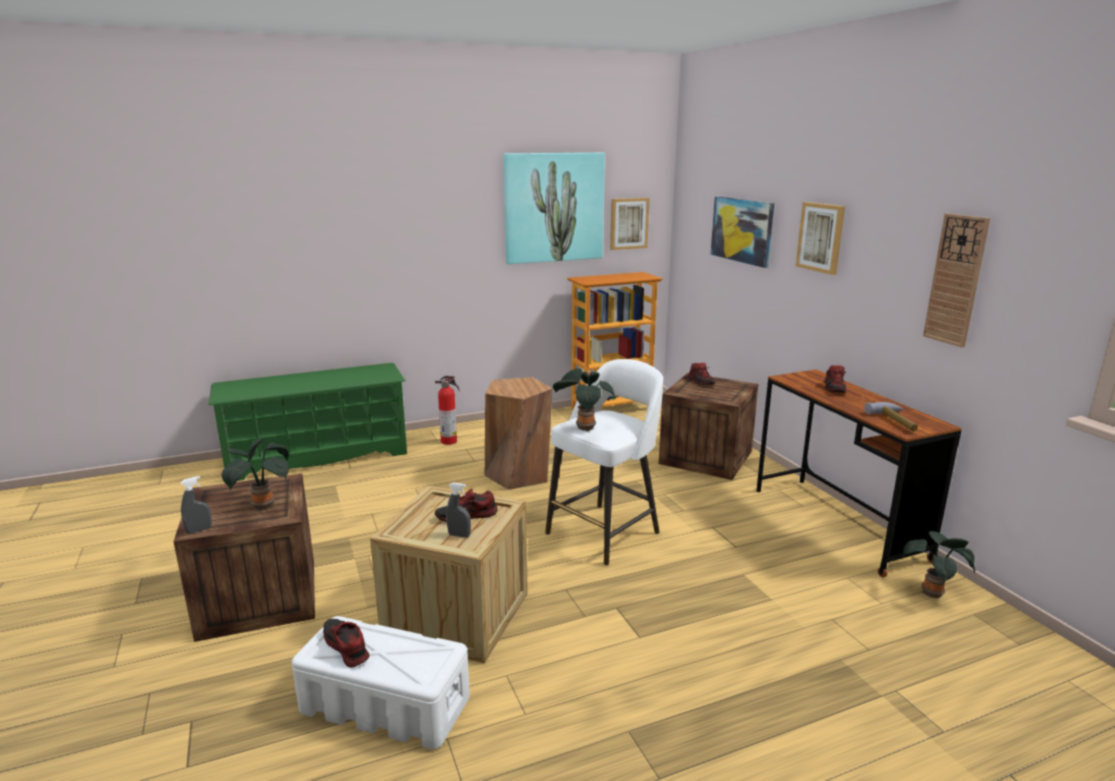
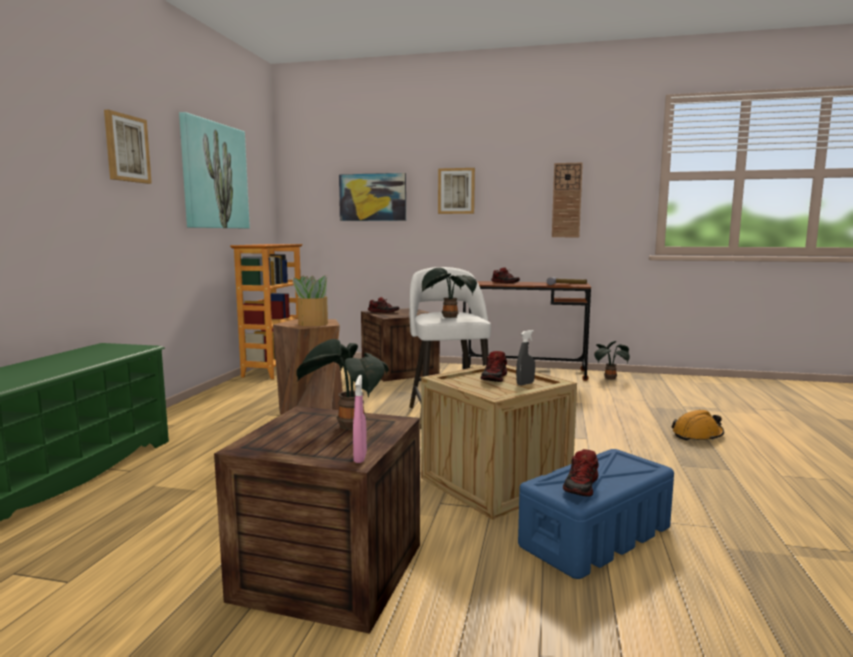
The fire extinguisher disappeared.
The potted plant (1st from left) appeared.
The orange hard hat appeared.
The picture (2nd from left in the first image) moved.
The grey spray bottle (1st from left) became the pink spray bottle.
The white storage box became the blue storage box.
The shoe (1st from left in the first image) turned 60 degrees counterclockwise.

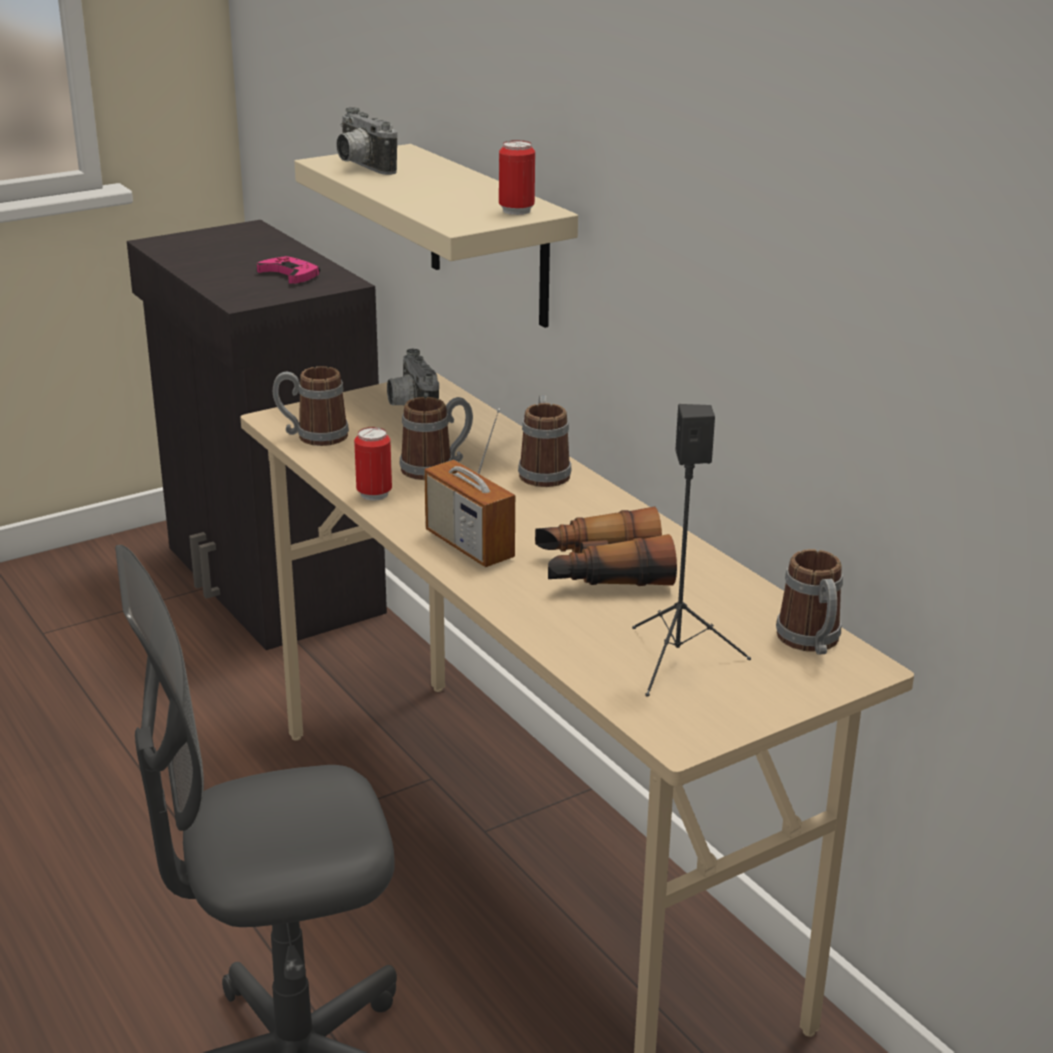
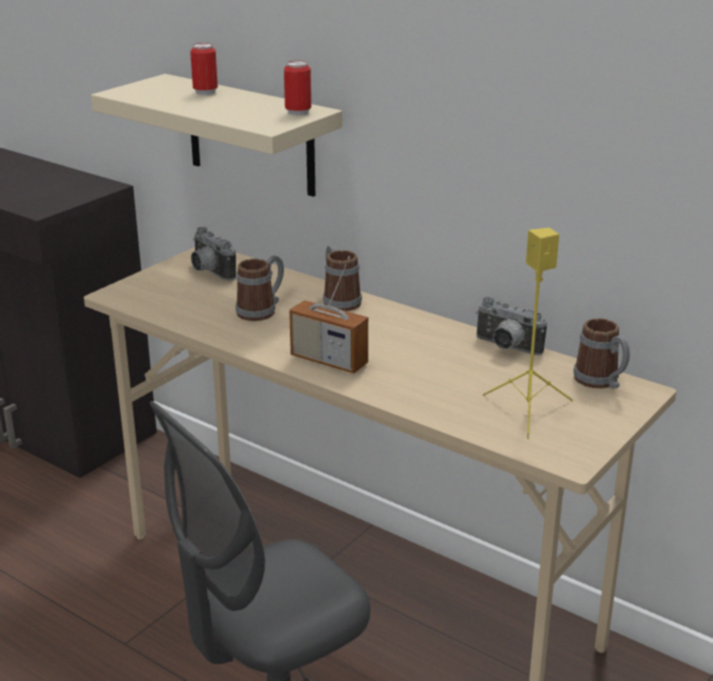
The pink game controller disappeared.
The mug (1st from left) disappeared.
The binoculars disappeared.
The photo camera (1st from left in the first image) moved.
The can (1st from left) moved.
The black speaker became the yellow speaker.

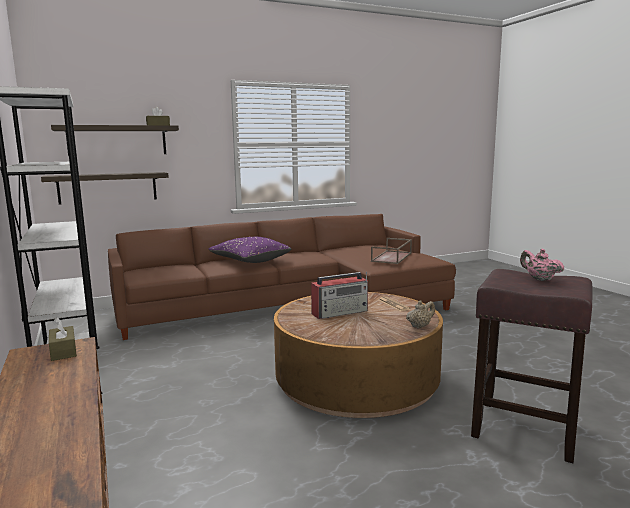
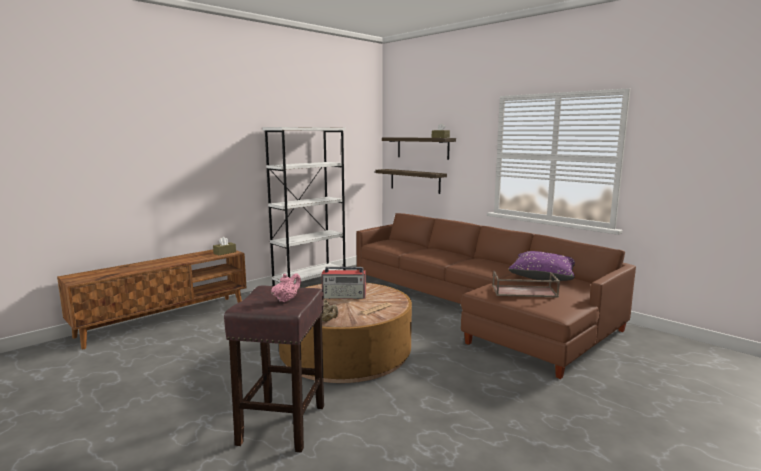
The purple pillow moved.
The radio turned 45 degrees counterclockwise.

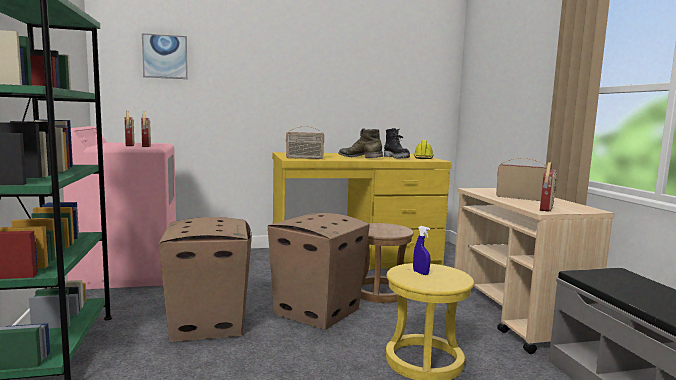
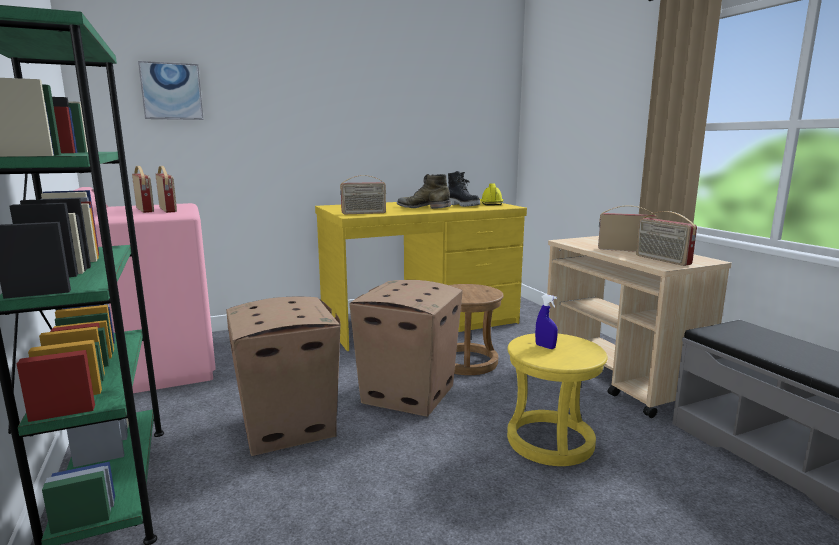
The radio (5th from left) turned 135 degrees clockwise.

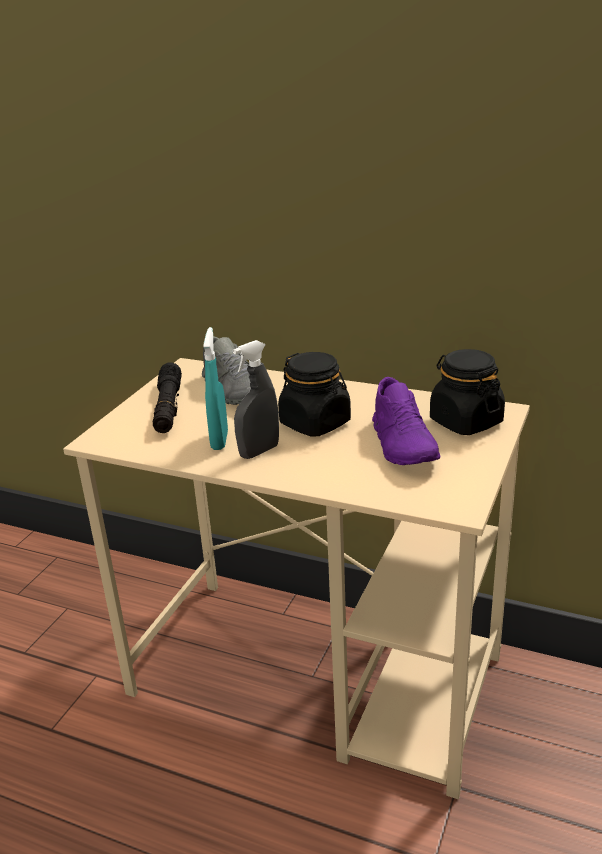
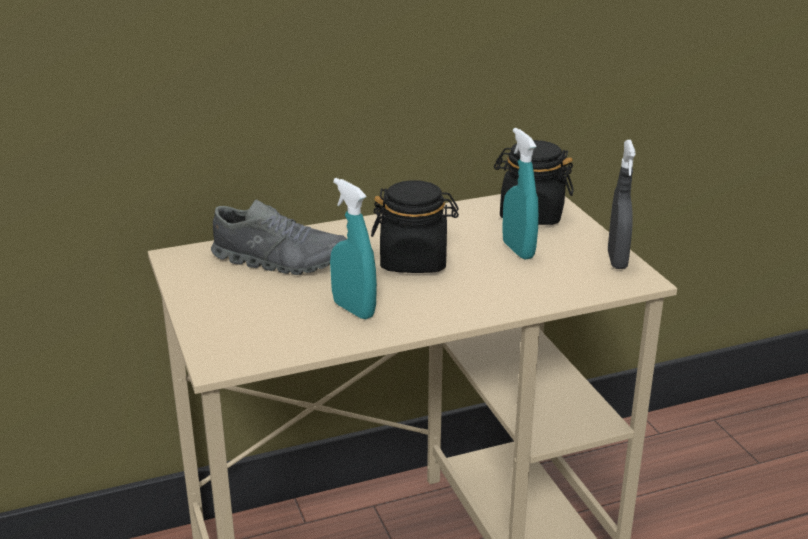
The black flashlight disappeared.
The grey spray bottle moved.
The purple shoe was replaced by the turquoise spray bottle (2nd from left).

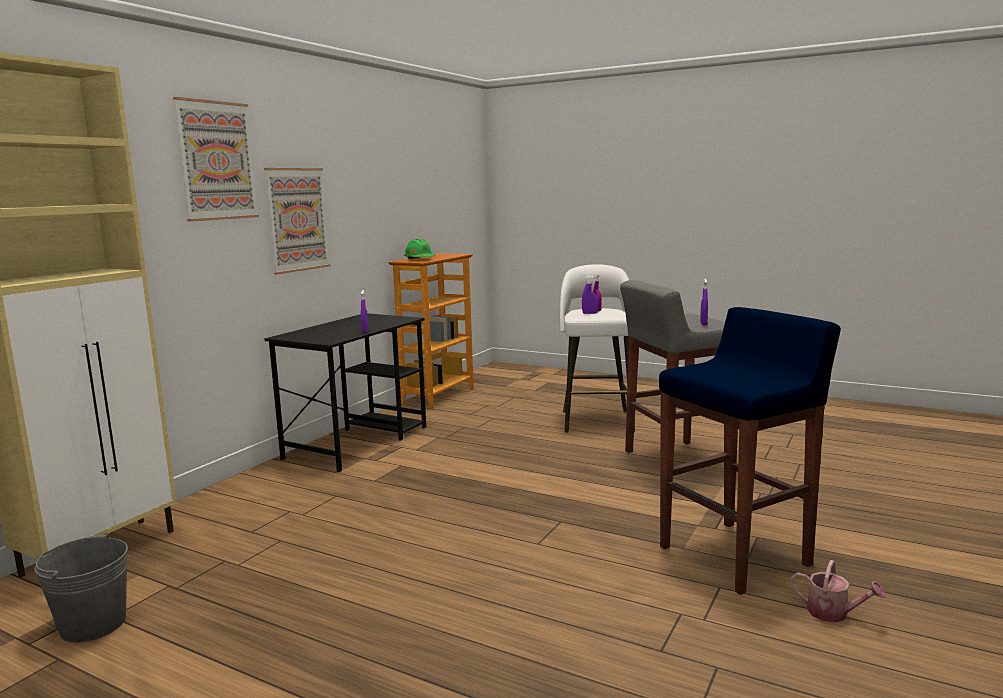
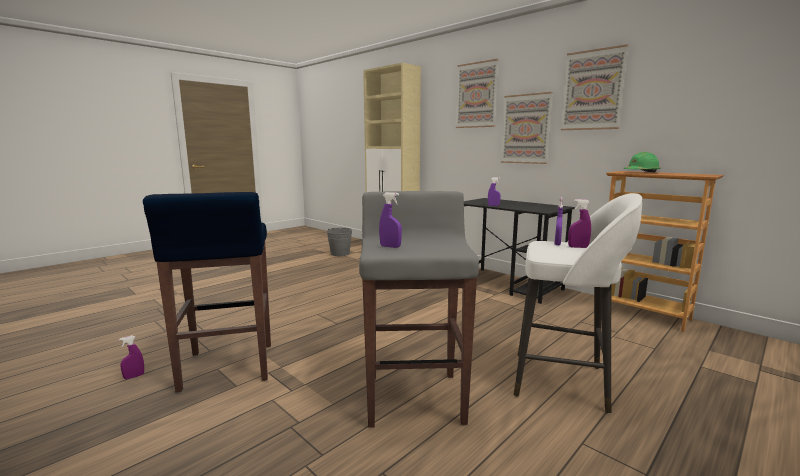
The picture (3rd from left) appeared.
The watering can was replaced by the purple spray bottle (1st from left).

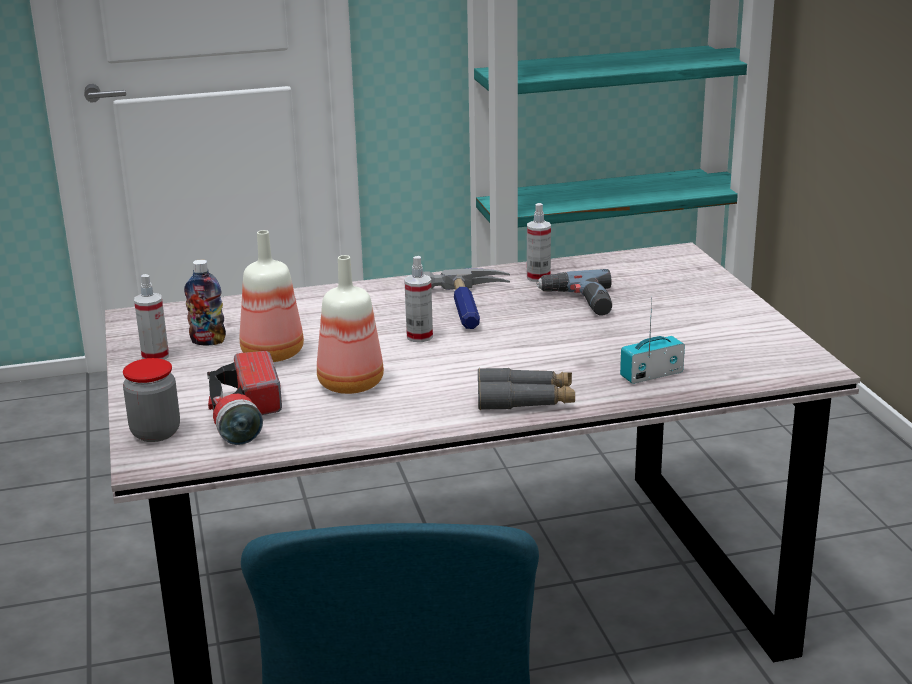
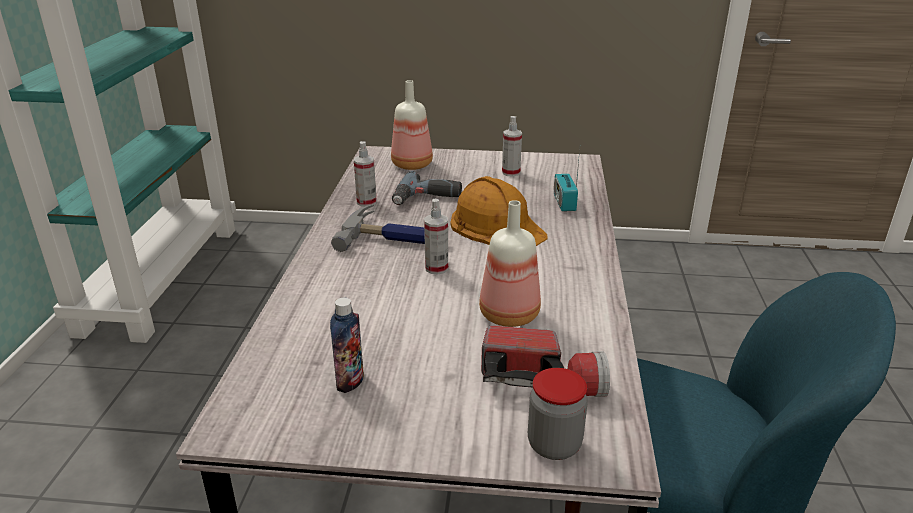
The grey binoculars disappeared.
The orange hard hat appeared.
The spray bottle (1st from left in the first image) moved.
The bottle (2nd from left) moved.

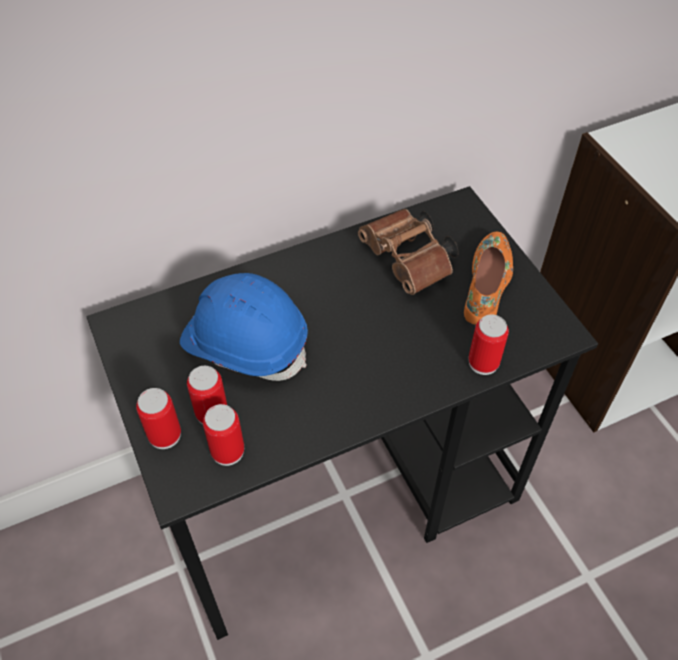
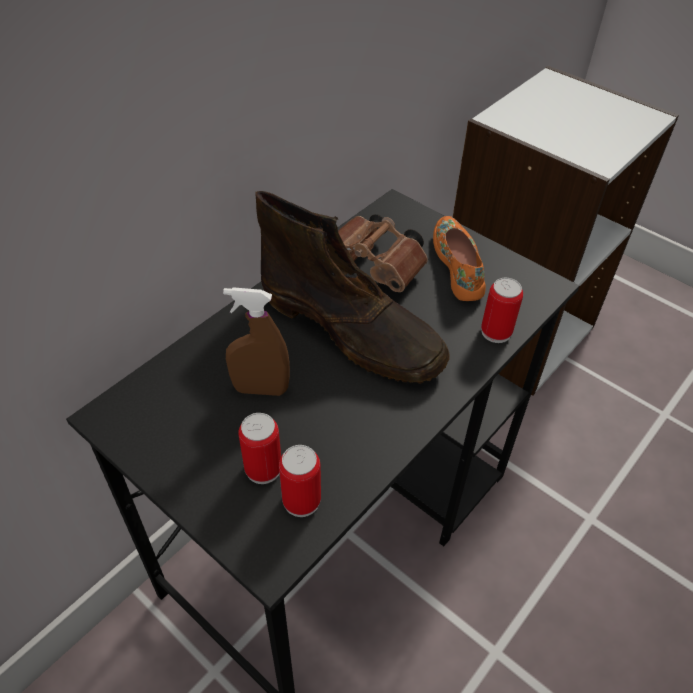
The can (1st from left) disappeared.
The brown boot appeared.
The blue hard hat was replaced by the brown spray bottle.

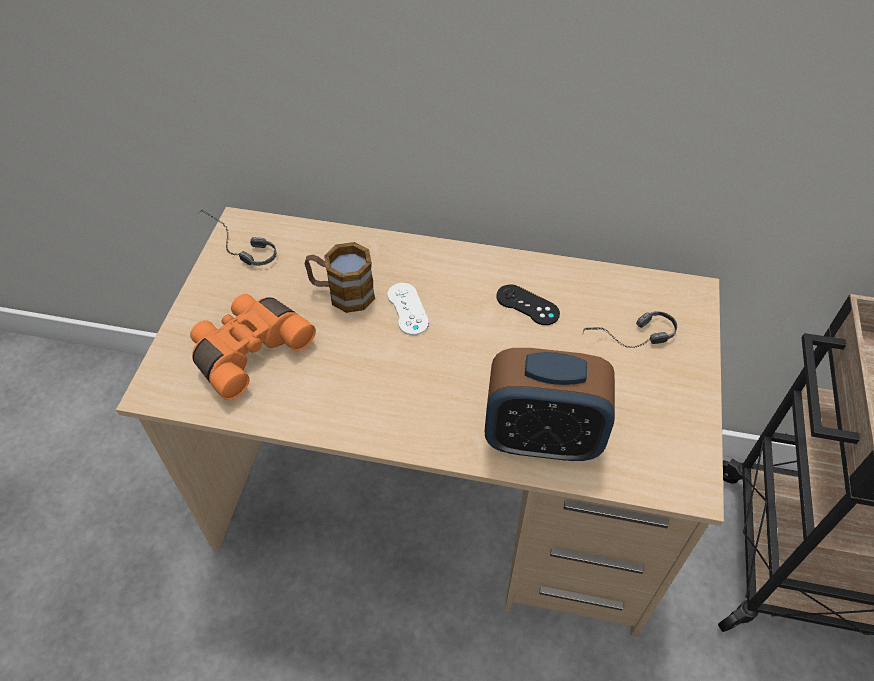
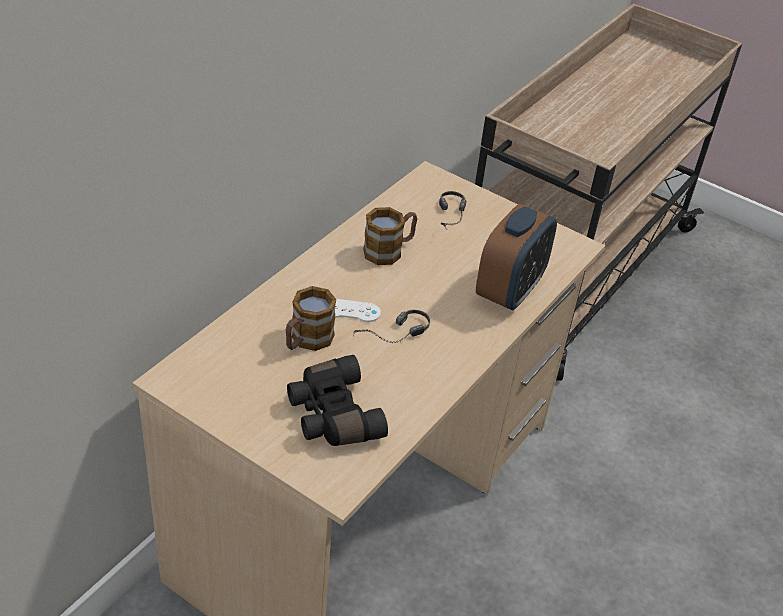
The headphones (1st from left) moved.
The black game controller was replaced by the mug (2nd from left).
The orange binoculars became the black binoculars.

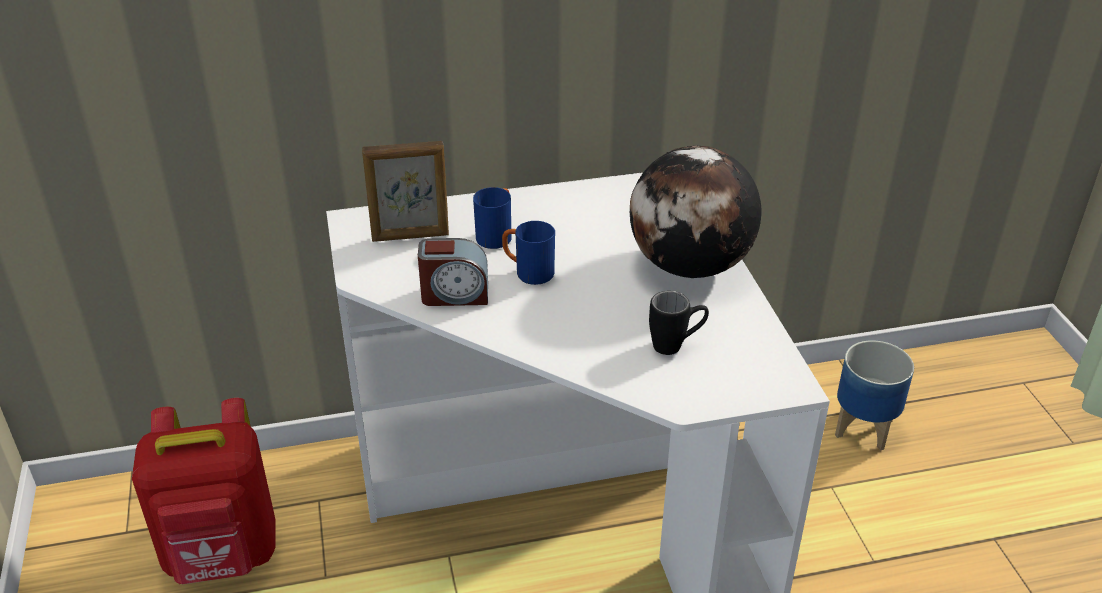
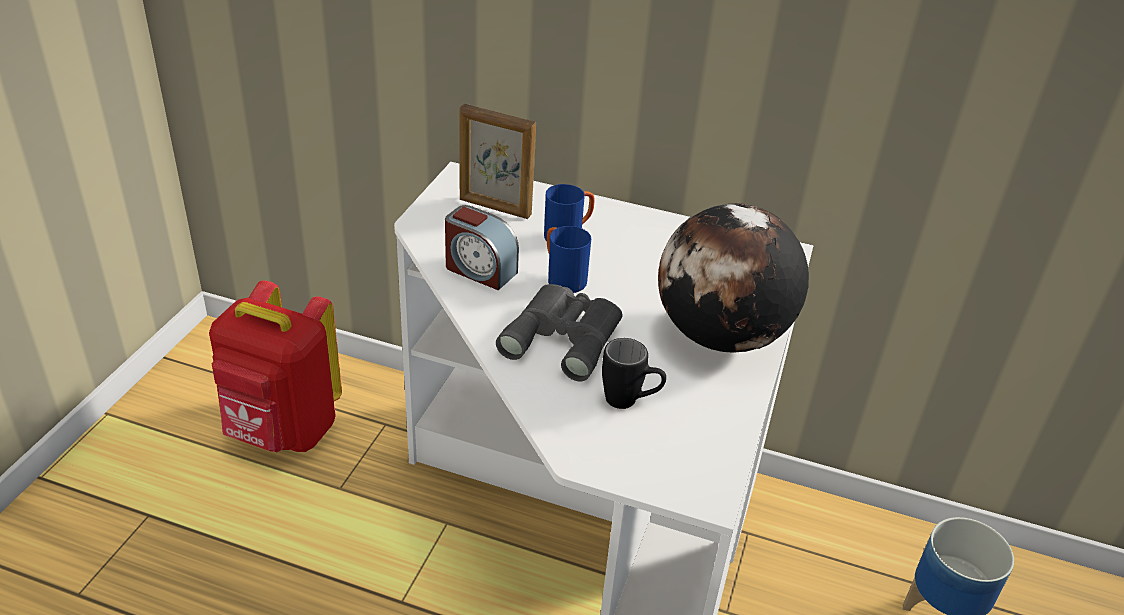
The grey binoculars appeared.

